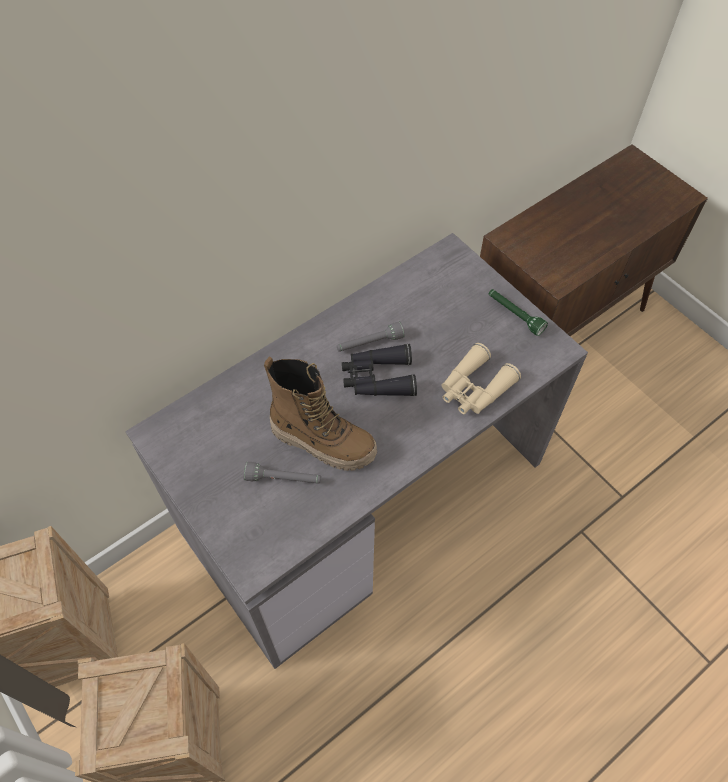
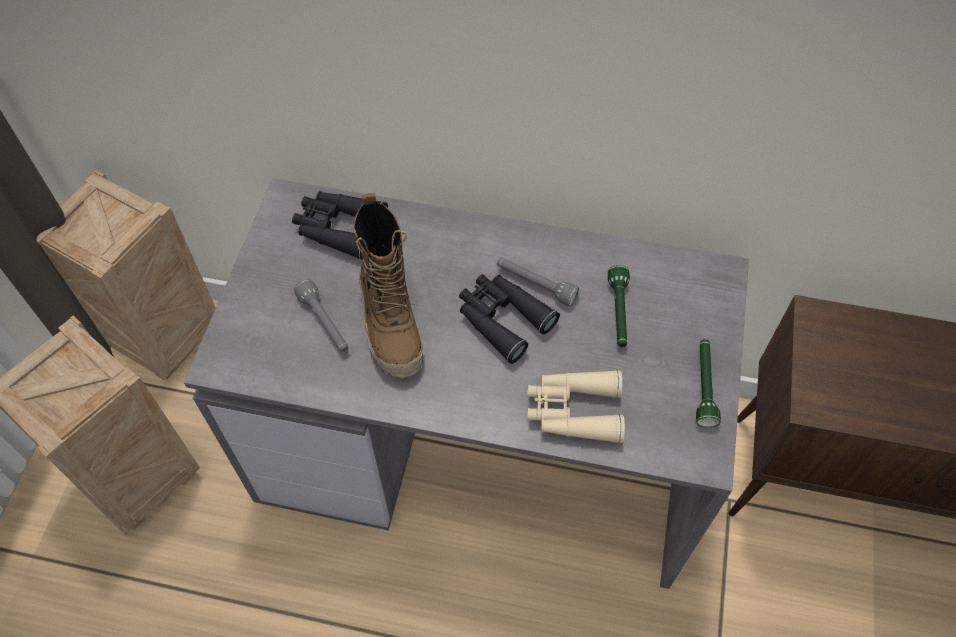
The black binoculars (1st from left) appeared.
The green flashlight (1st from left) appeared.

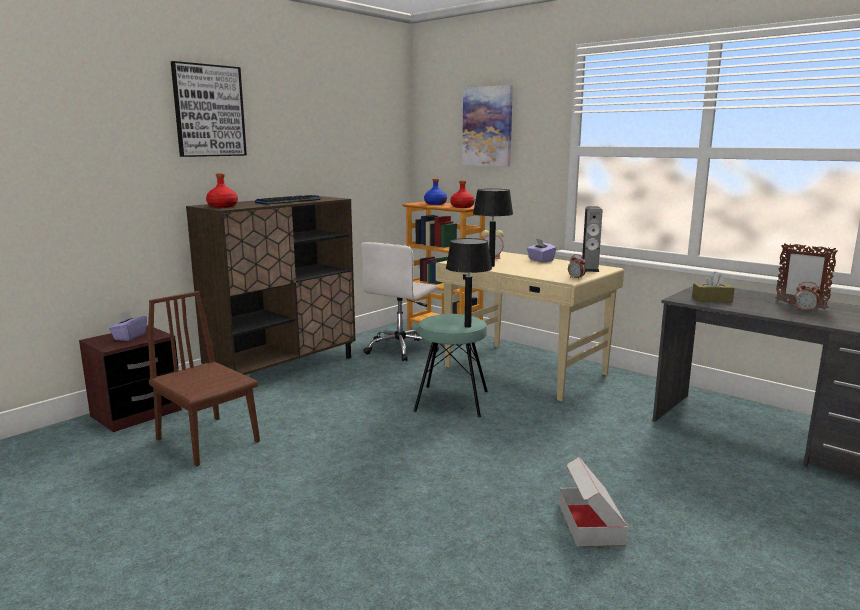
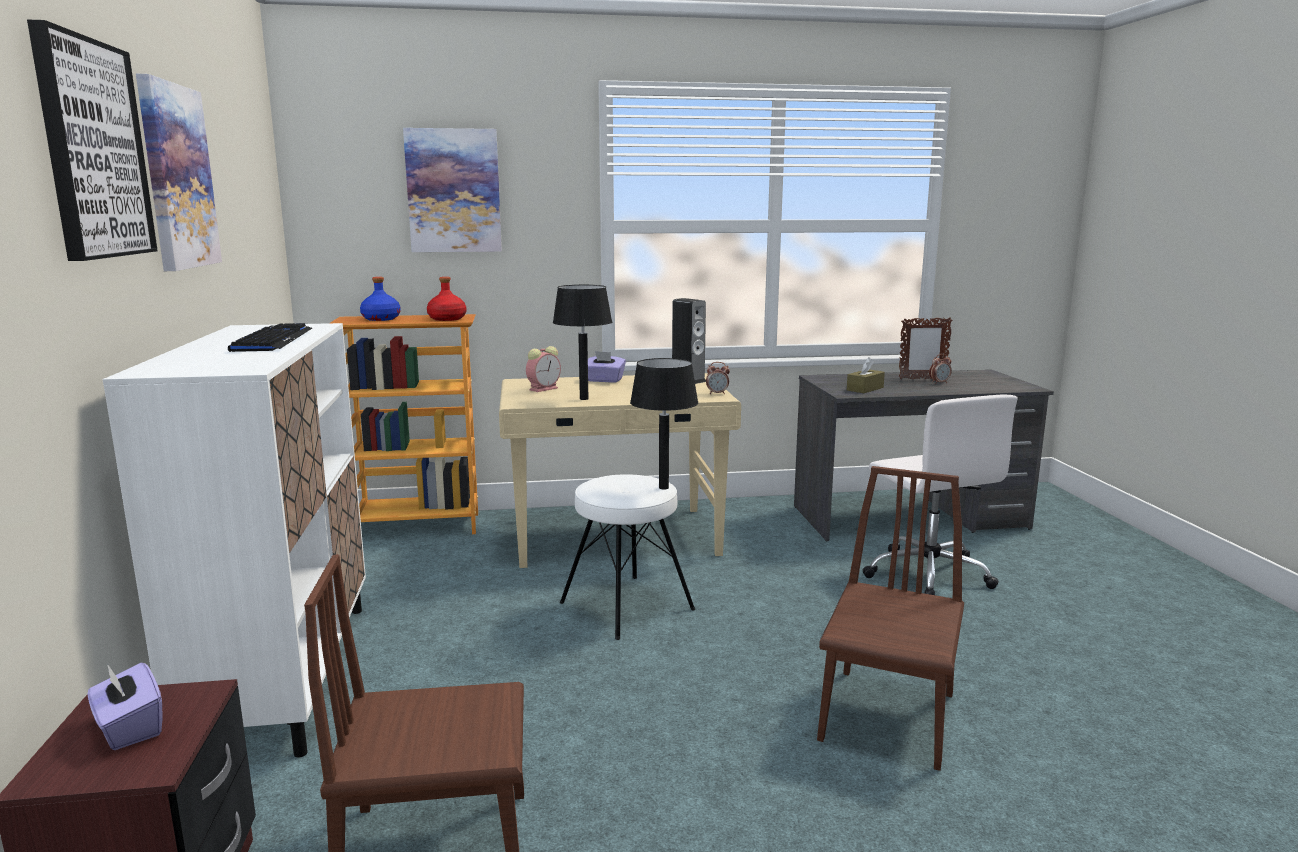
The red bottle (1st from left) disappeared.
The cardboard box disappeared.
The picture (2nd from left) appeared.
The brown chair (2nd from left) appeared.
The white office chair moved.
The brown cabinet became the white cabinet.
The turquoise stool became the white stool.

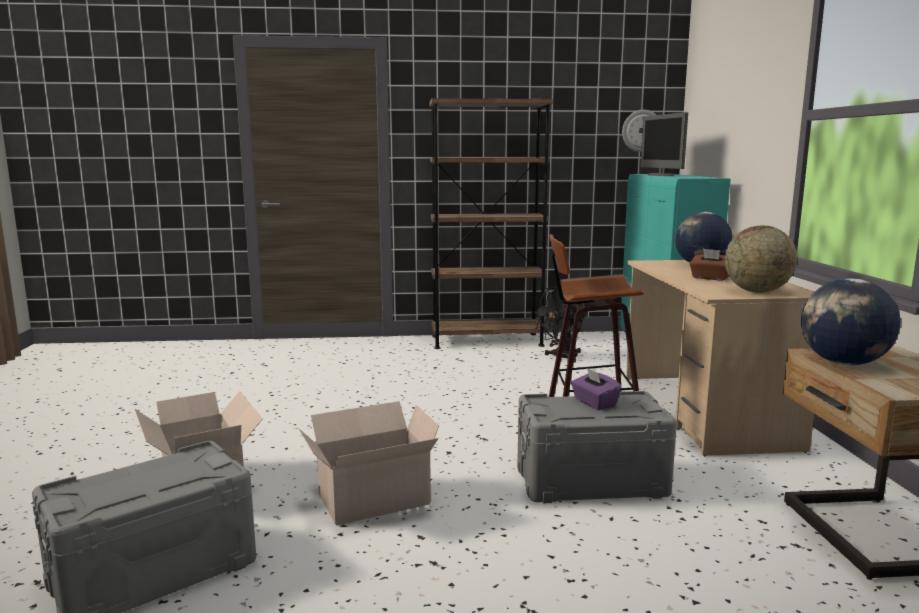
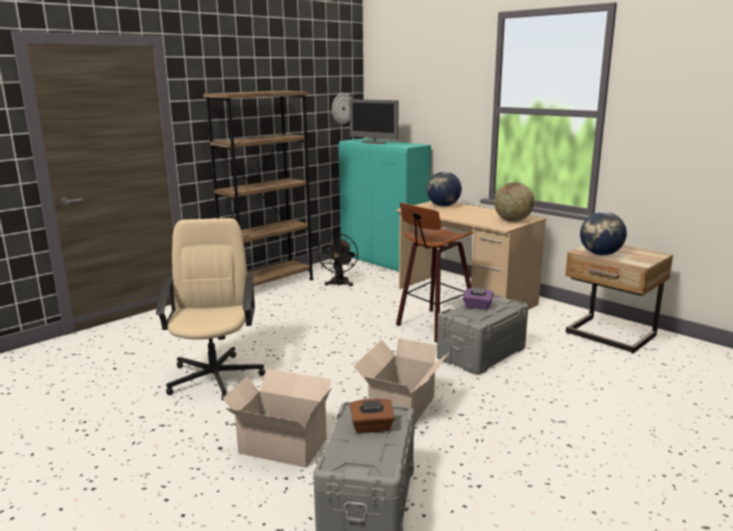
The beige office chair appeared.
The brown tissue box moved.

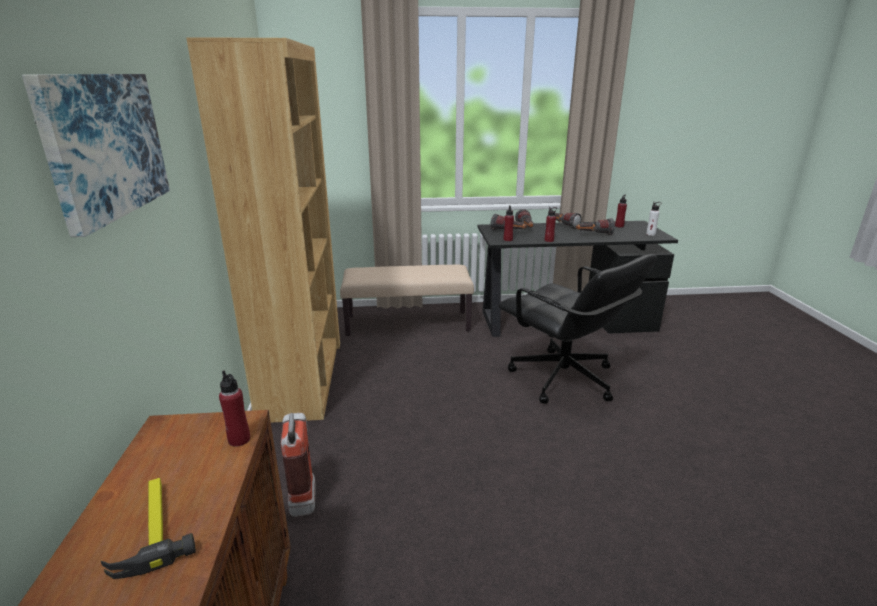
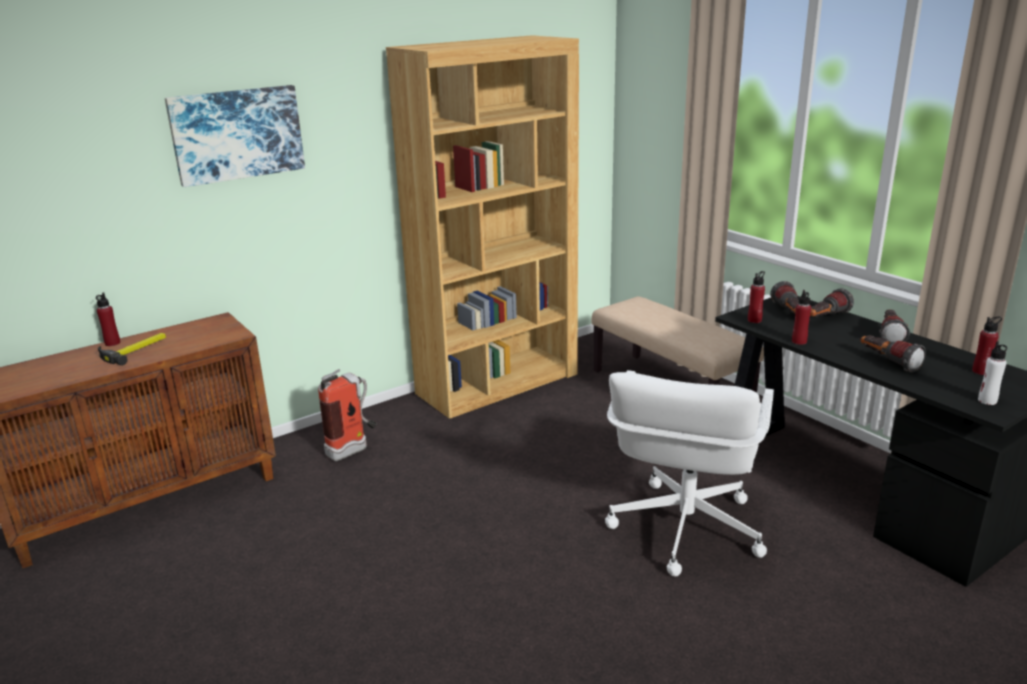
The red bottle (1st from left) moved.
The black office chair became the white office chair.

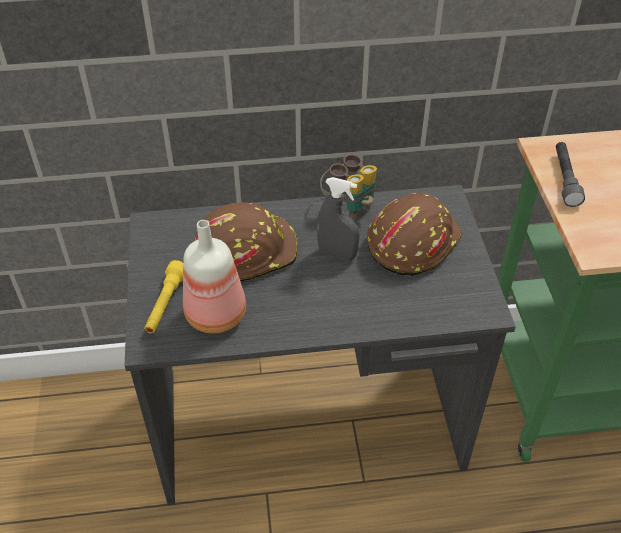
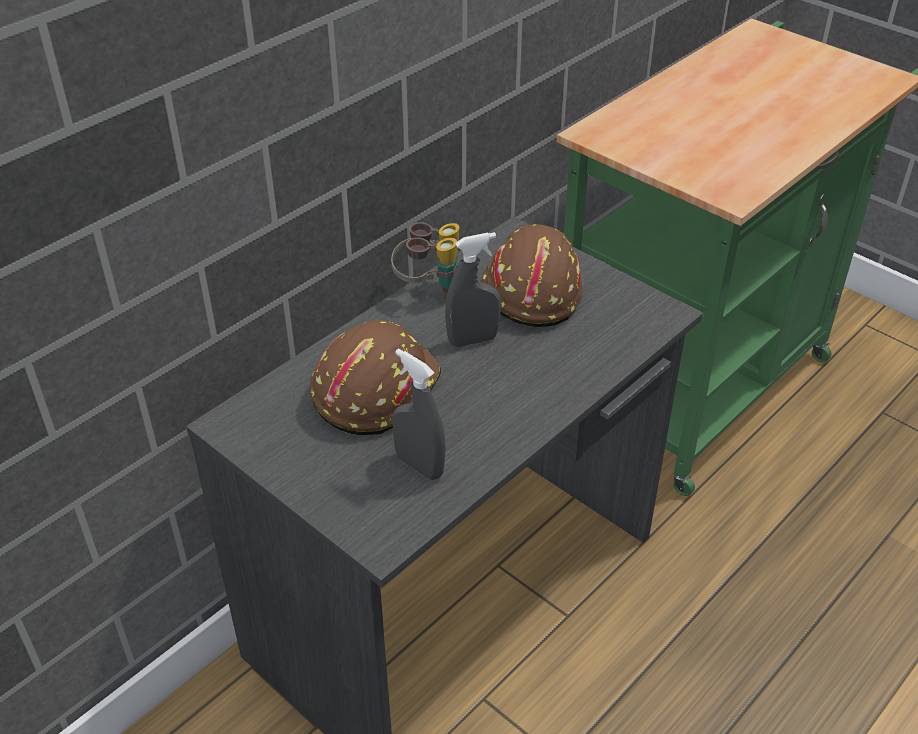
The yellow flashlight disappeared.
The grey flashlight disappeared.
The bottle was replaced by the grey spray bottle (1st from left).

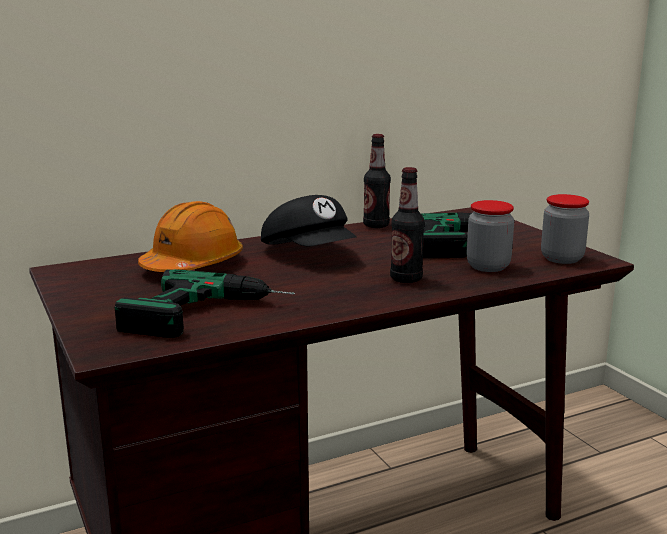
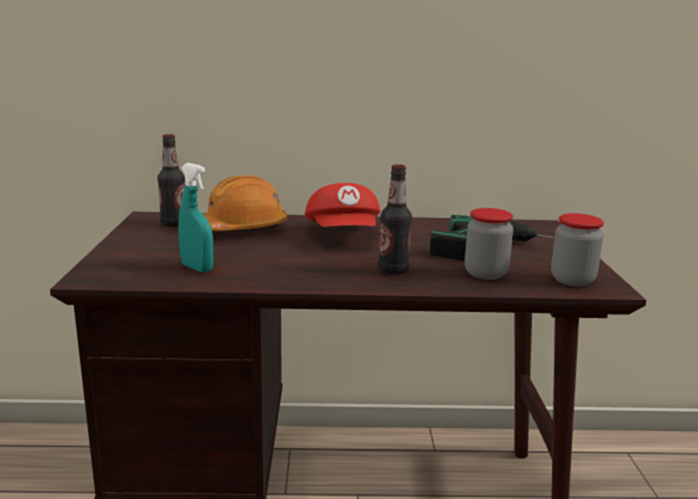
The bottle (1st from left) moved.
The power drill (1st from left) was replaced by the turquoise spray bottle.
The black cap became the red cap.

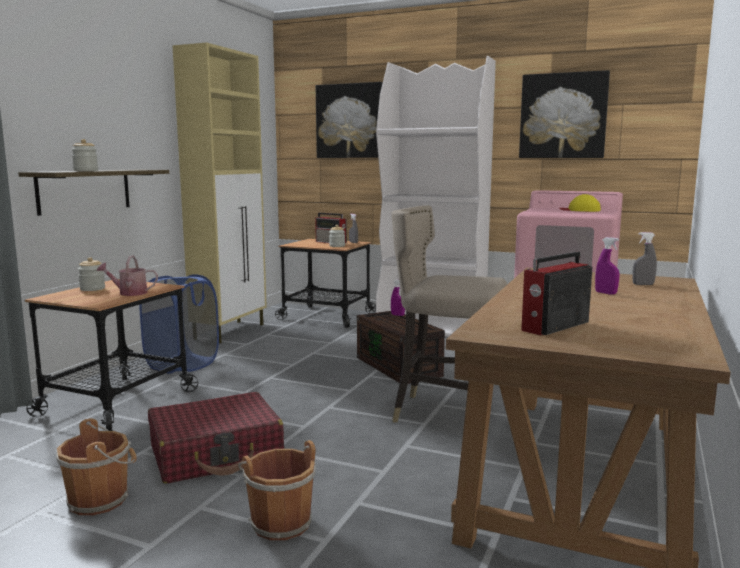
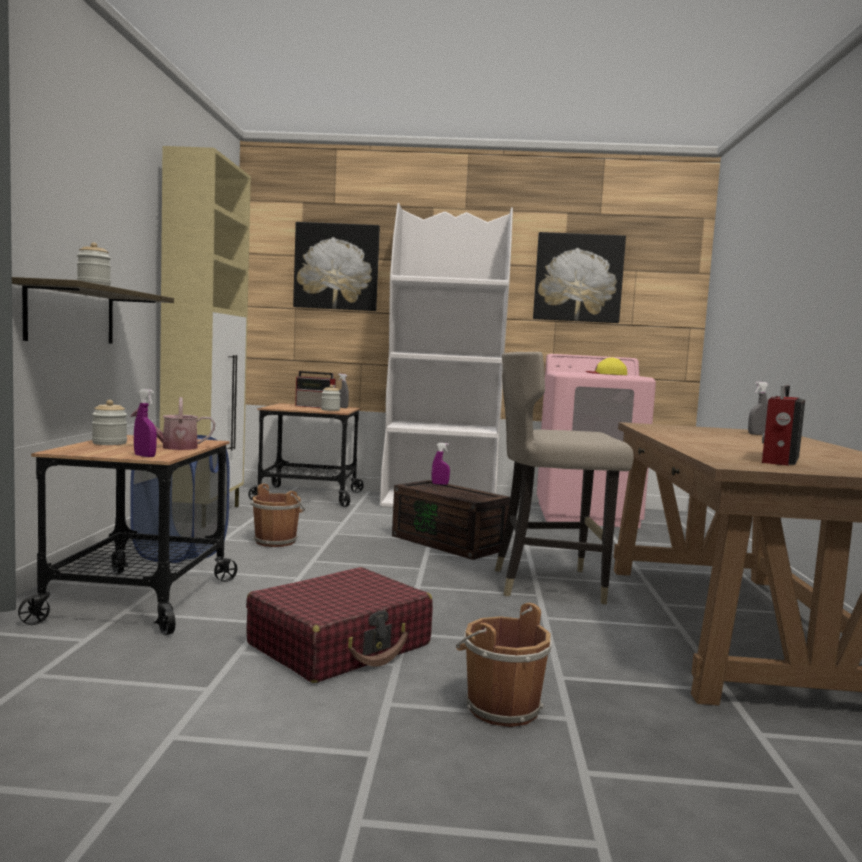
The brown bucket (1st from left) moved.
The purple spray bottle (2nd from left in the first image) moved.

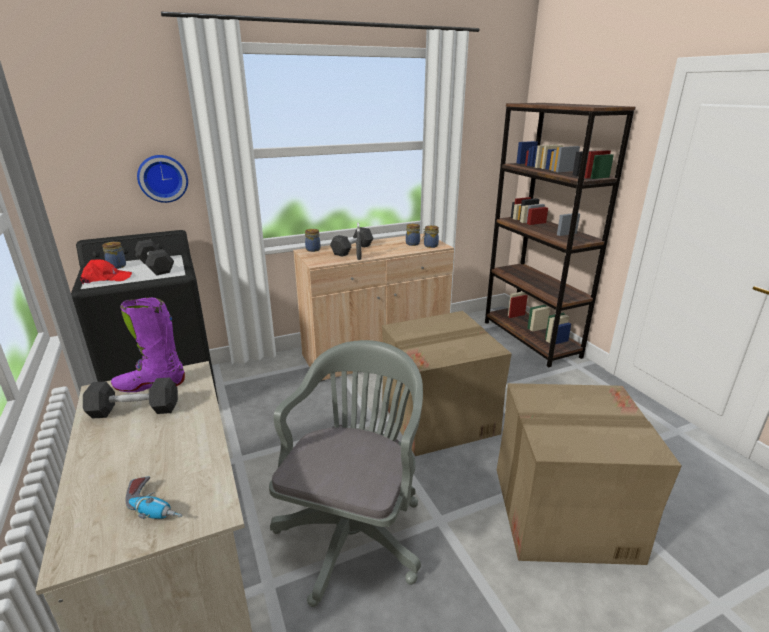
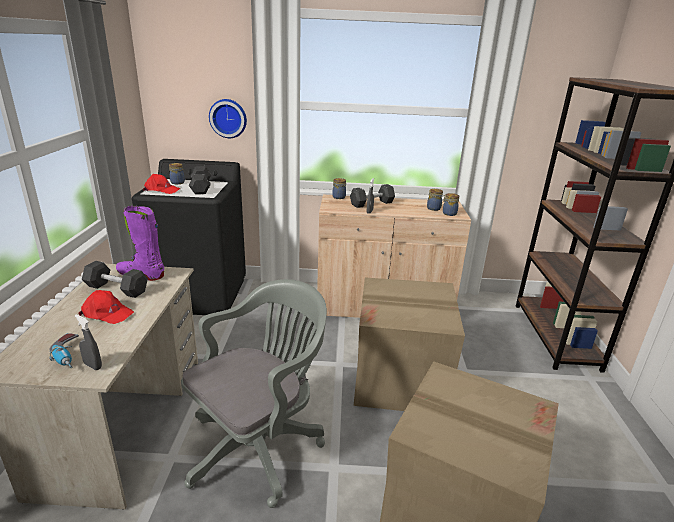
The grey spray bottle (1st from left) appeared.
The red cap (1st from left) appeared.

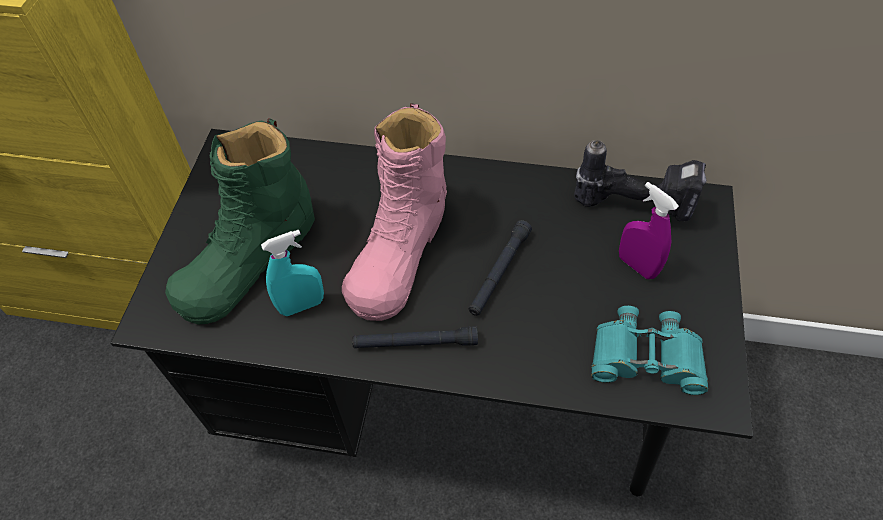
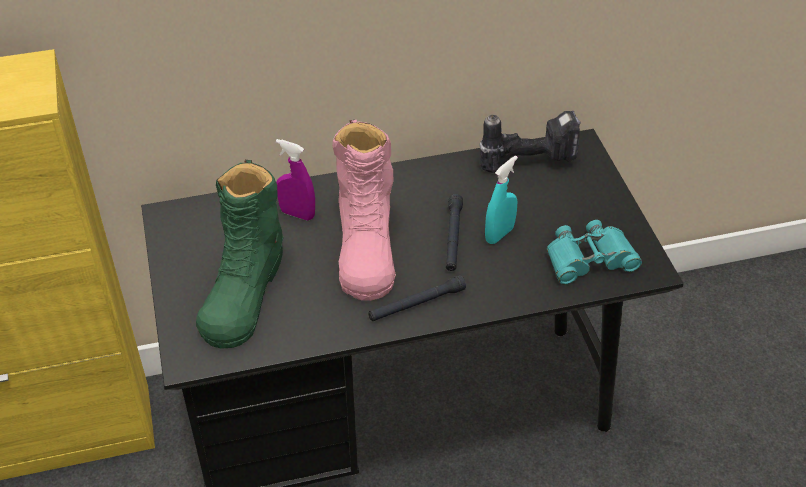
The turquoise spray bottle moved.
The purple spray bottle moved.

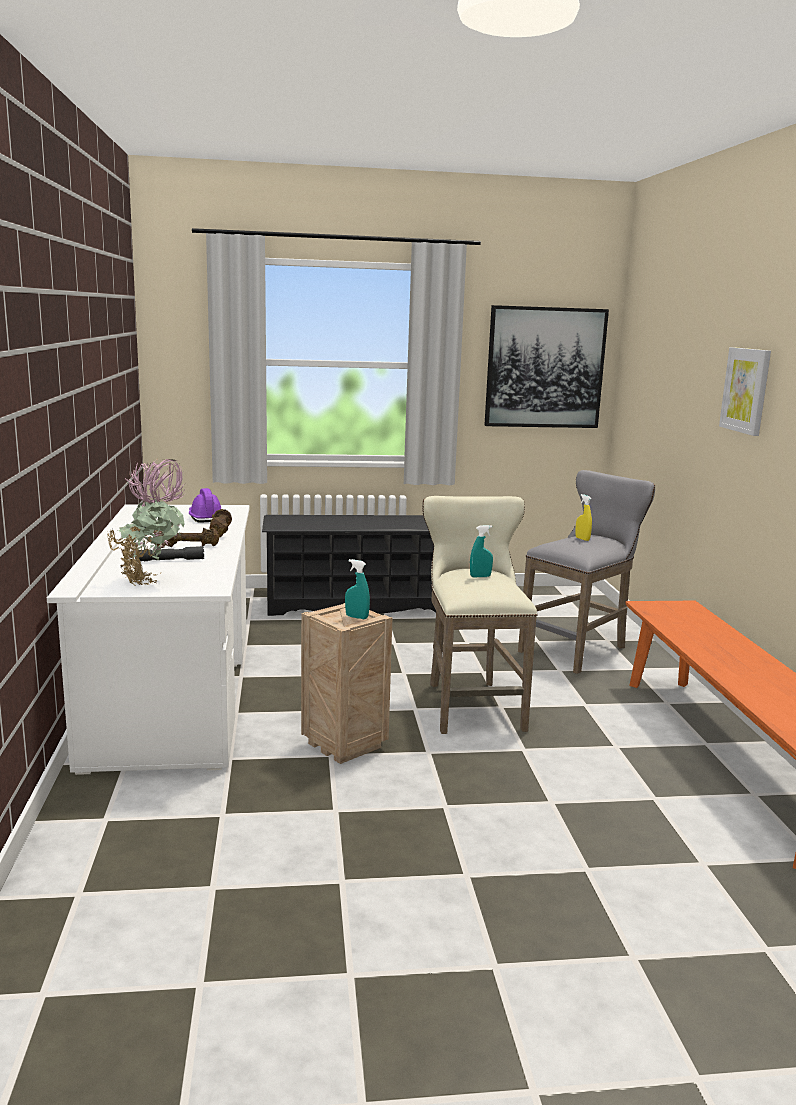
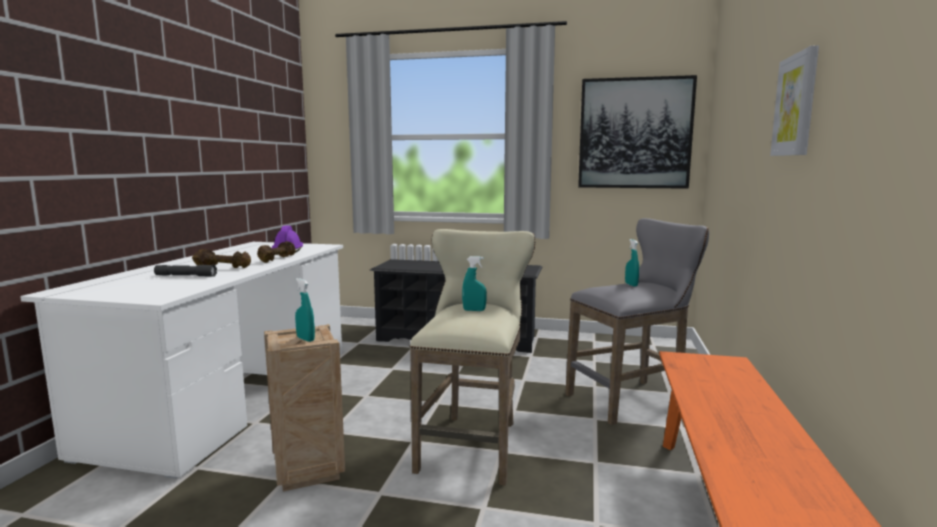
The potted plant disappeared.
The yellow spray bottle became the turquoise spray bottle (3rd from left).

